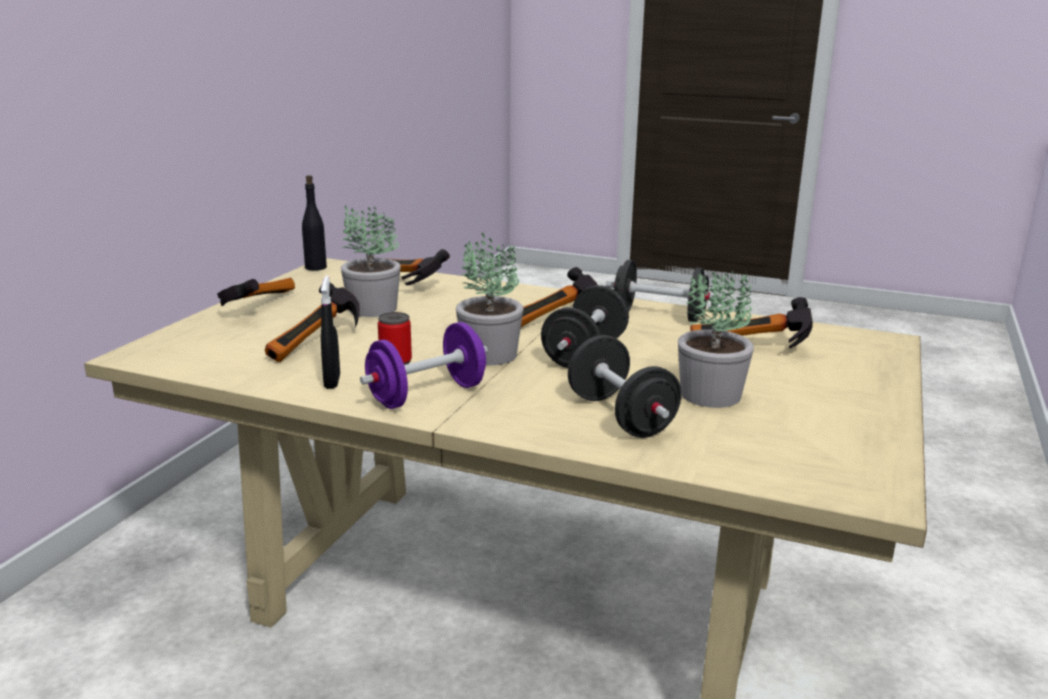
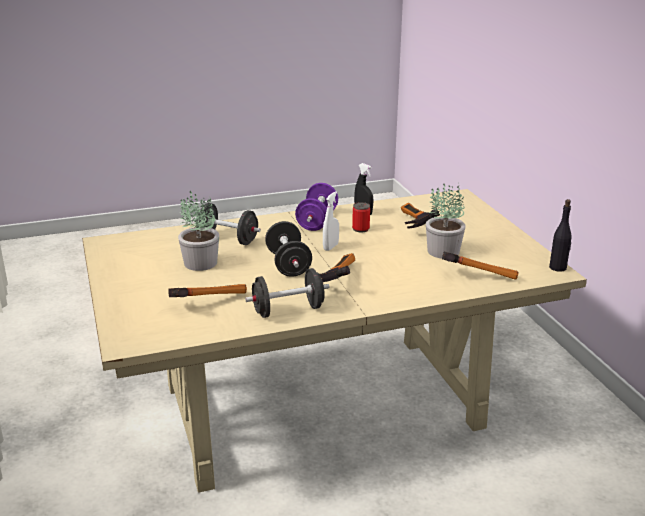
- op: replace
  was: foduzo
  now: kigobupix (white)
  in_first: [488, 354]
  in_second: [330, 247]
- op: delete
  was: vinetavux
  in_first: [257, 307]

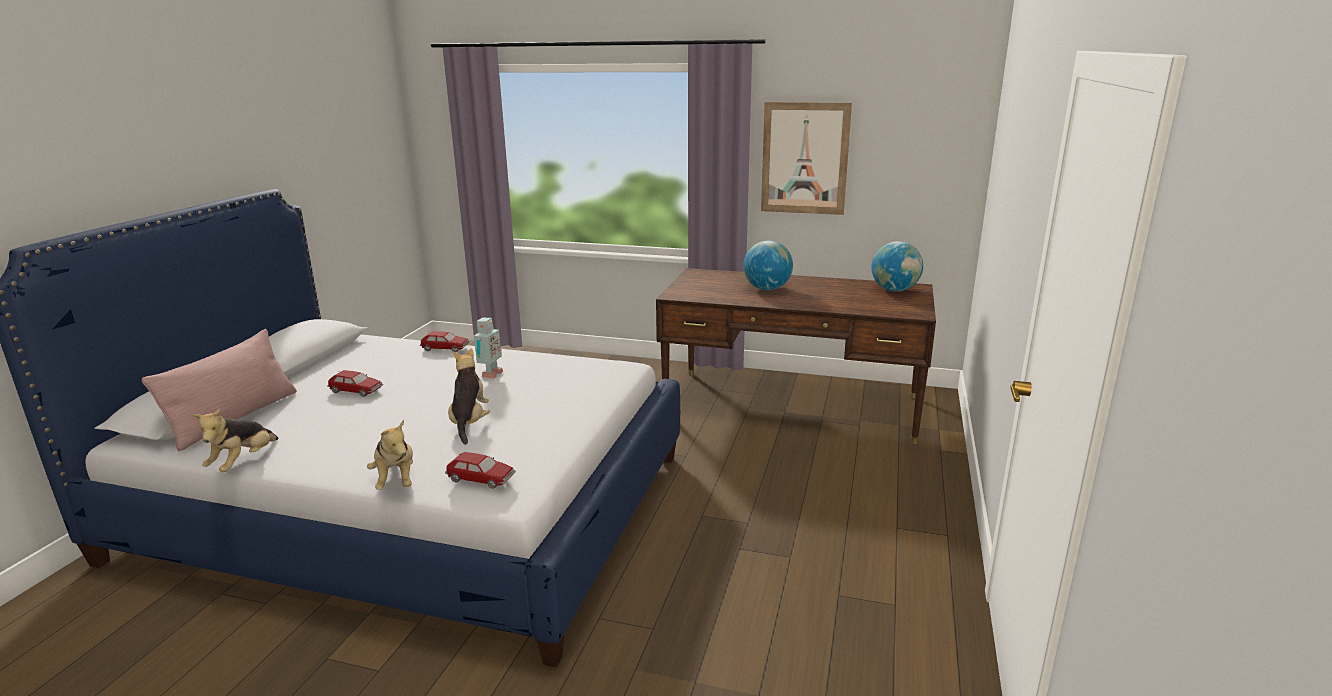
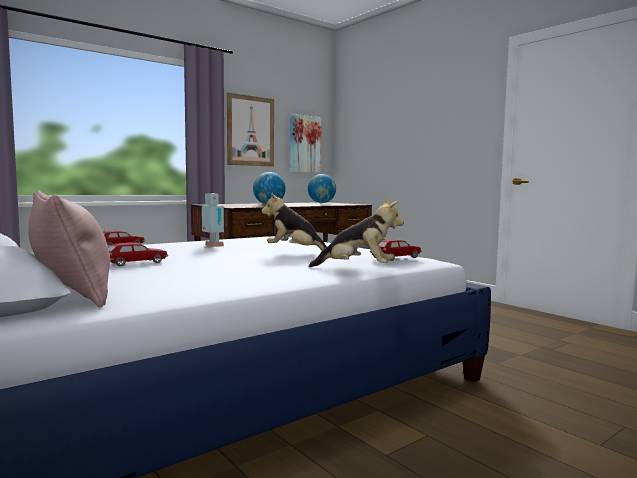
- op: insert
  now: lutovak
  in_second: [304, 144]
- op: delete
  was: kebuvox
  in_first: [243, 462]

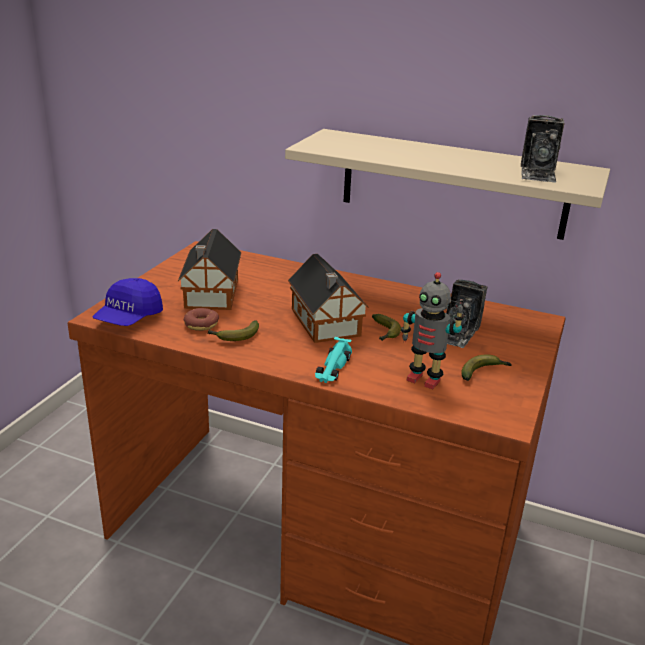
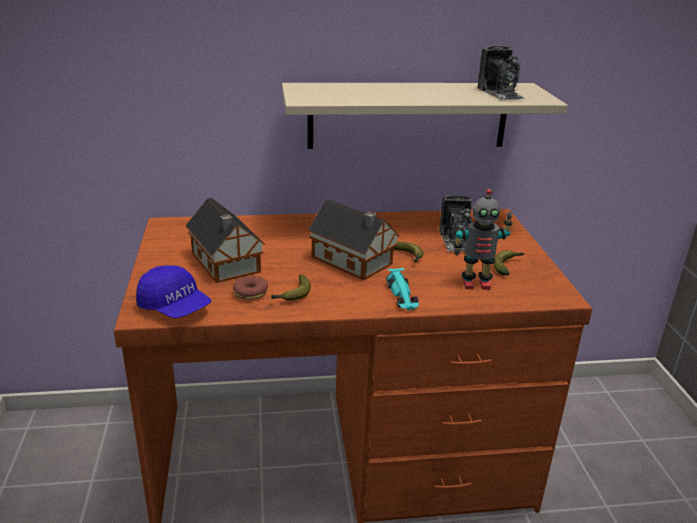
- op: rotate
  was: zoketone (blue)
  in_first: [129, 318]
  in_second: [175, 307]
  clockwise: -45

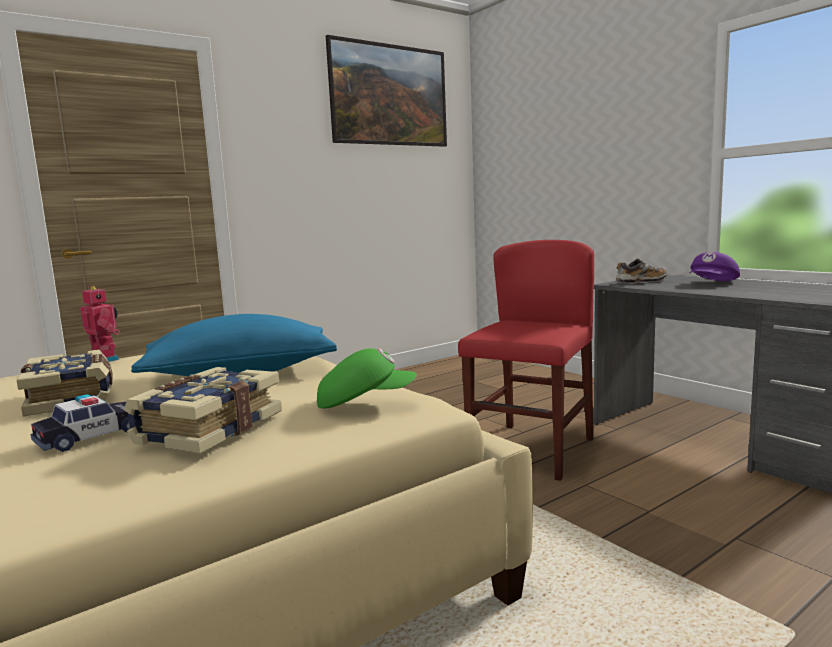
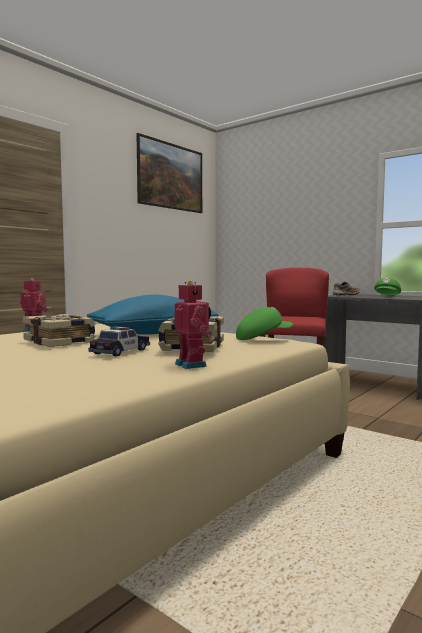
- op: insert
  now: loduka
  in_second: [192, 365]
- op: recolor
  was: zoketone (purple)
  now: zoketone (green)
  in_first: [713, 283]
  in_second: [387, 296]

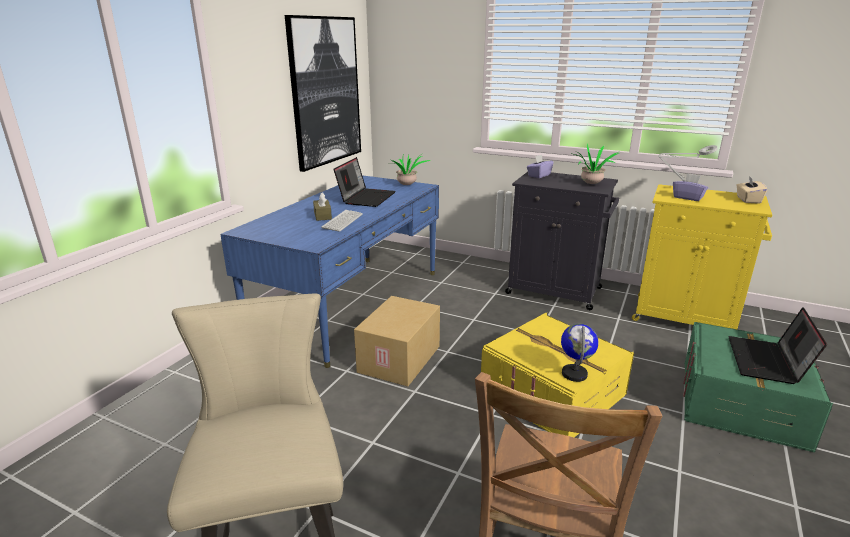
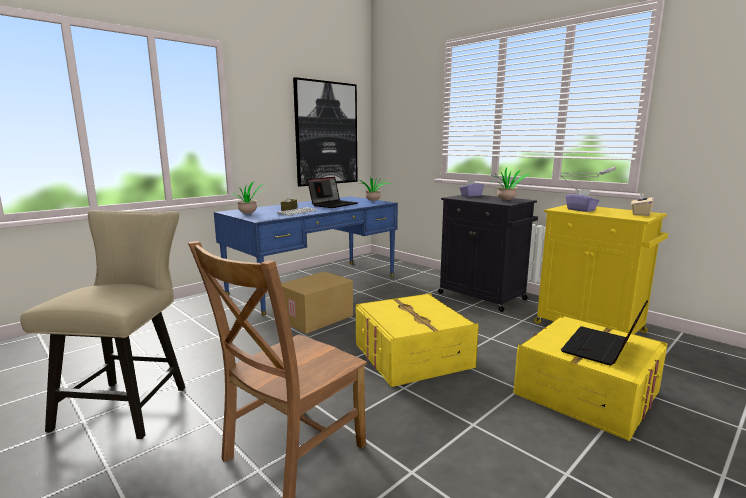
- op: insert
  now: foduzo
  in_second: [249, 214]
- op: recolor
  was: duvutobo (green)
  now: duvutobo (yellow)
  in_first: [741, 403]
  in_second: [586, 393]
- op: delete
  was: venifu
  in_first: [574, 374]

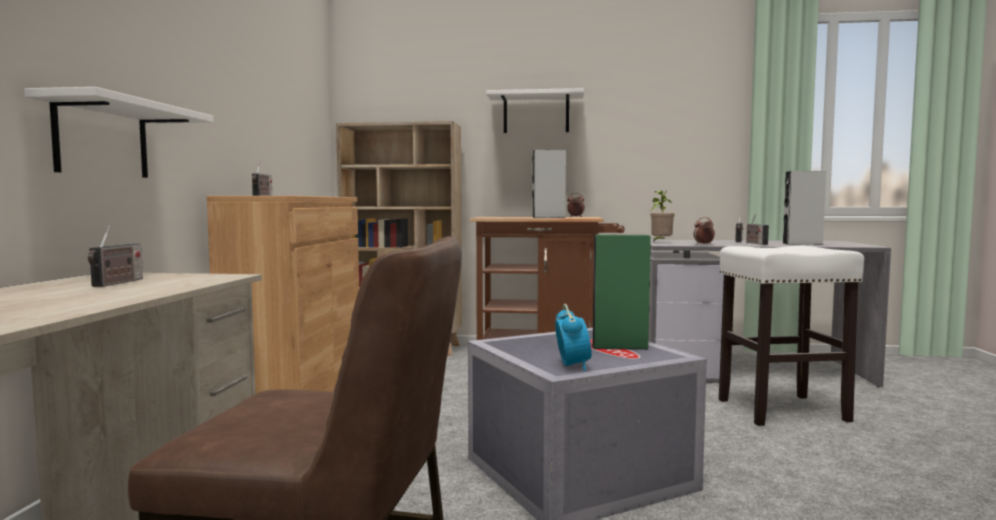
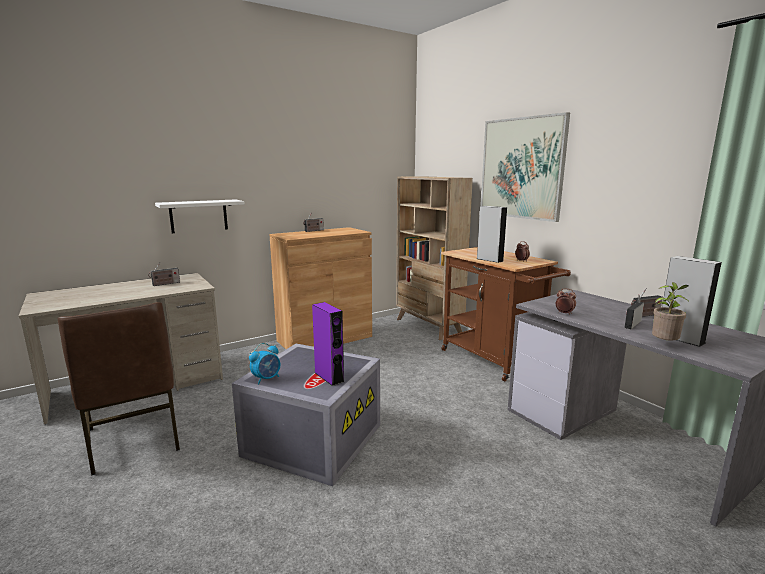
- op: recolor
  was: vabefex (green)
  now: vabefex (purple)
  in_first: [619, 346]
  in_second: [329, 377]
- op: replace
  was: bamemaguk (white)
  now: lutovak
  in_first: [536, 114]
  in_second: [521, 168]
- op: move
  was: foduzo
  in_first: [661, 243]
  in_second: [664, 345]
- op: delete
  was: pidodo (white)
  in_first: [780, 410]

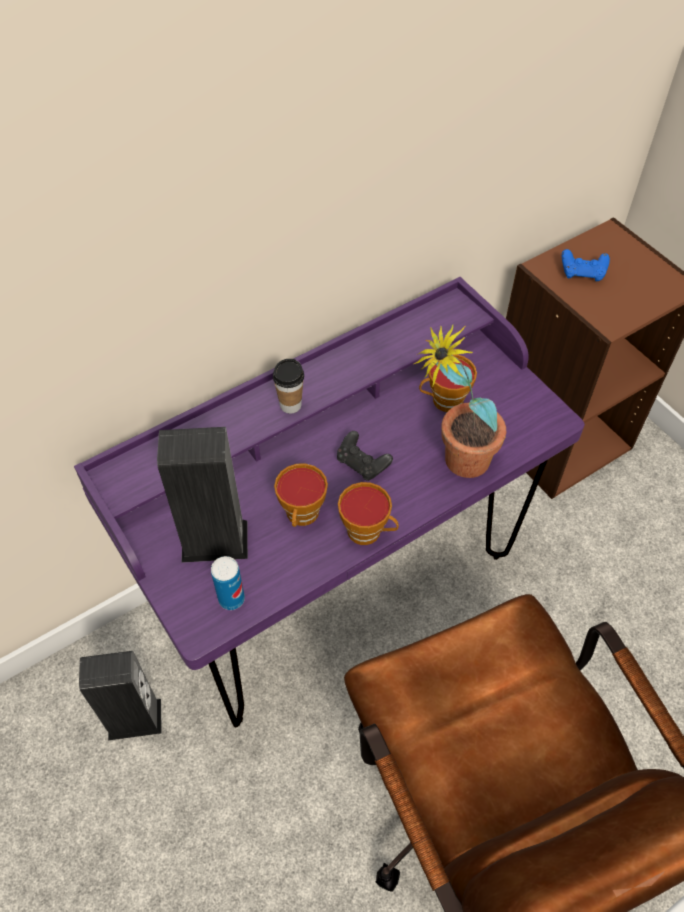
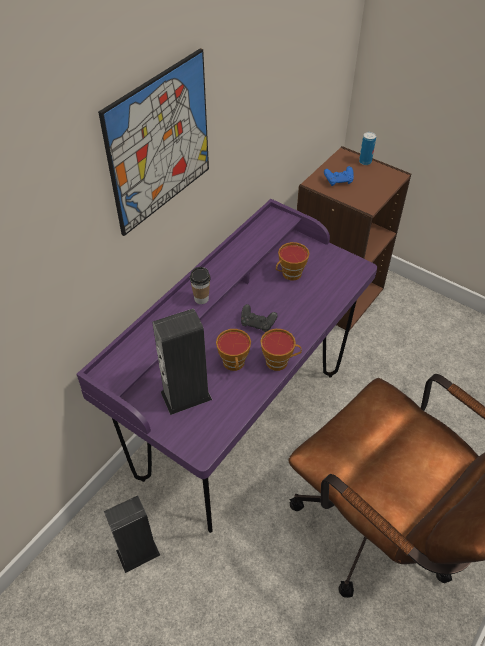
- op: insert
  now: lutovak
  in_second: [159, 143]
- op: move
  was: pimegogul
  in_first: [231, 599]
  in_second: [365, 162]
- op: delete
  was: foduzo
  in_first: [453, 463]

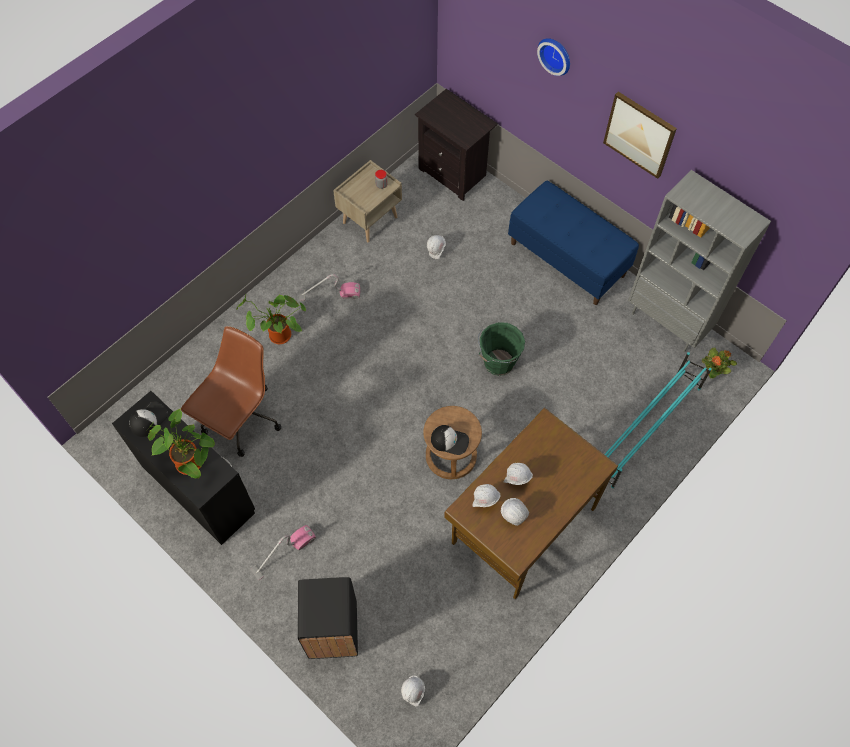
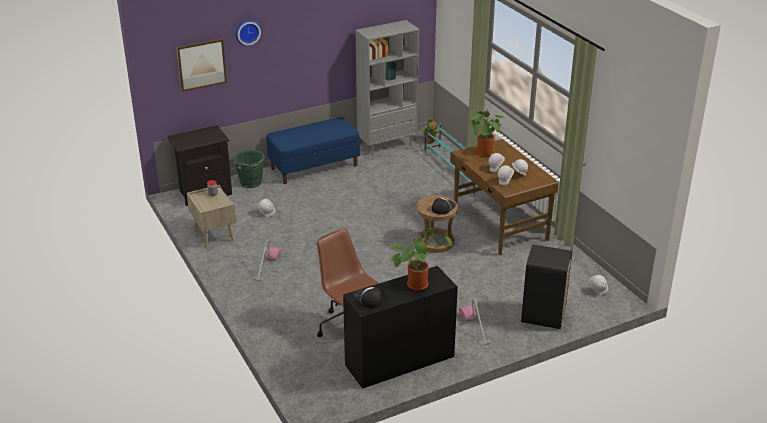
- op: move
  was: lutovak
  in_first: [639, 134]
  in_second: [201, 64]
- op: move
  was: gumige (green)
  in_first: [498, 363]
  in_second: [251, 183]
- op: move
  was: foduzo
  in_first: [278, 337]
  in_second: [486, 154]

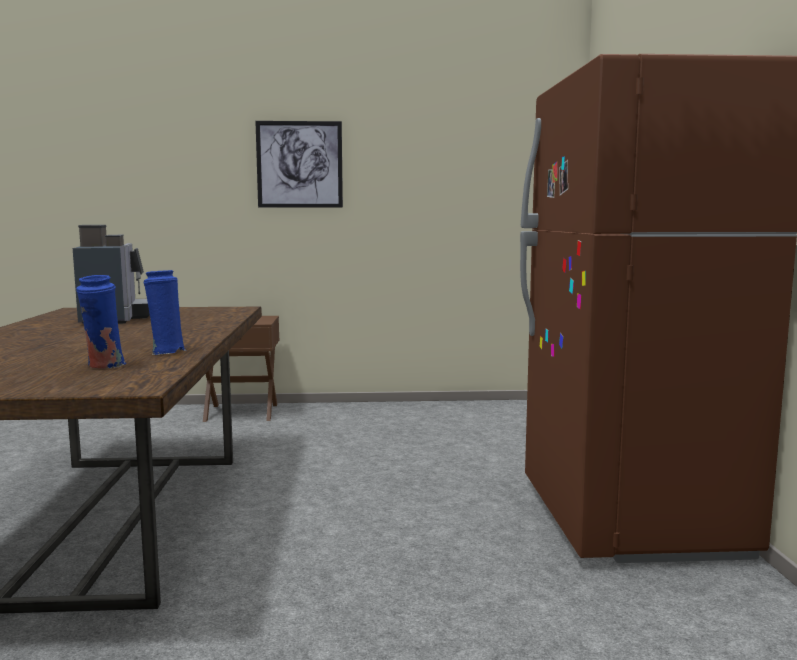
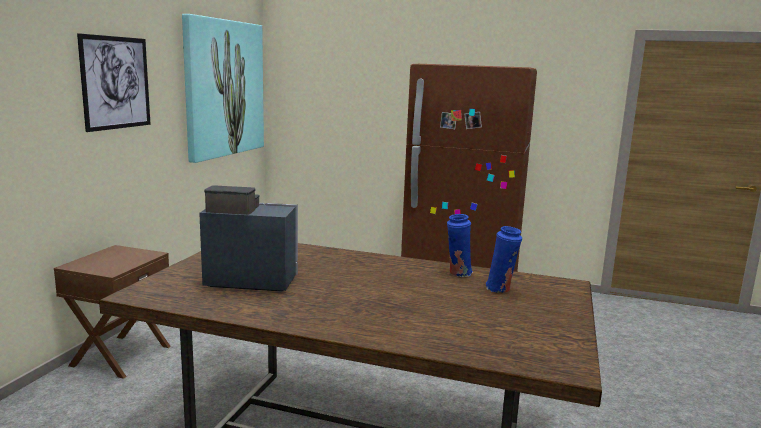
- op: insert
  now: lutovak
  in_second: [224, 88]

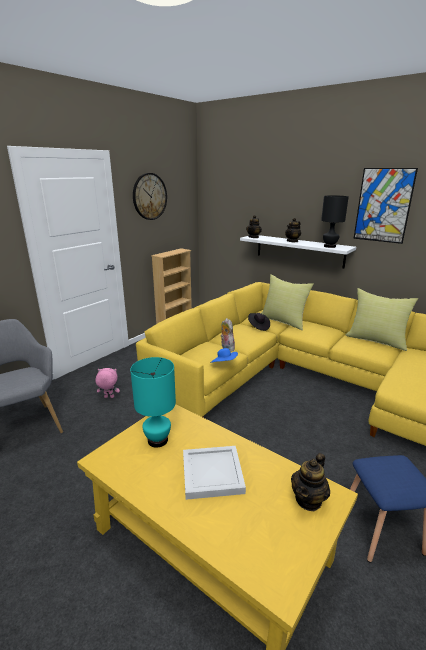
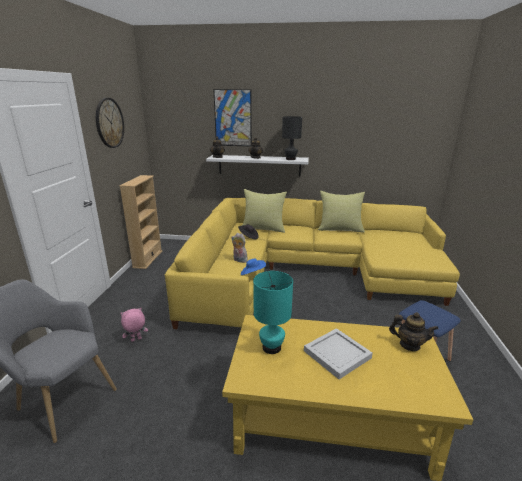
- op: move
  was: lutovak
  in_first: [383, 205]
  in_second: [233, 118]
- op: rotate
  was: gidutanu
  in_first: [308, 500]
  in_second: [409, 345]
  clockwise: -75

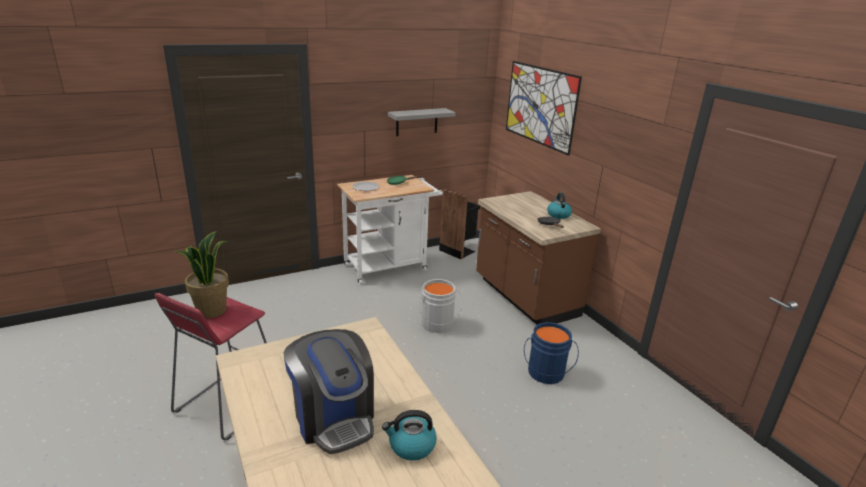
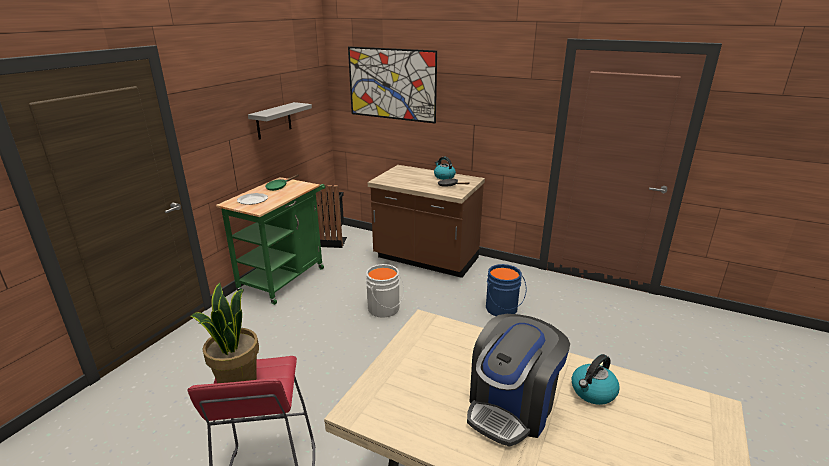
- op: recolor
  was: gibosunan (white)
  now: gibosunan (green)
  in_first: [390, 267]
  in_second: [286, 277]
- op: rotate
  was: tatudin
  in_first: [333, 417]
  in_second: [511, 407]
  clockwise: 105

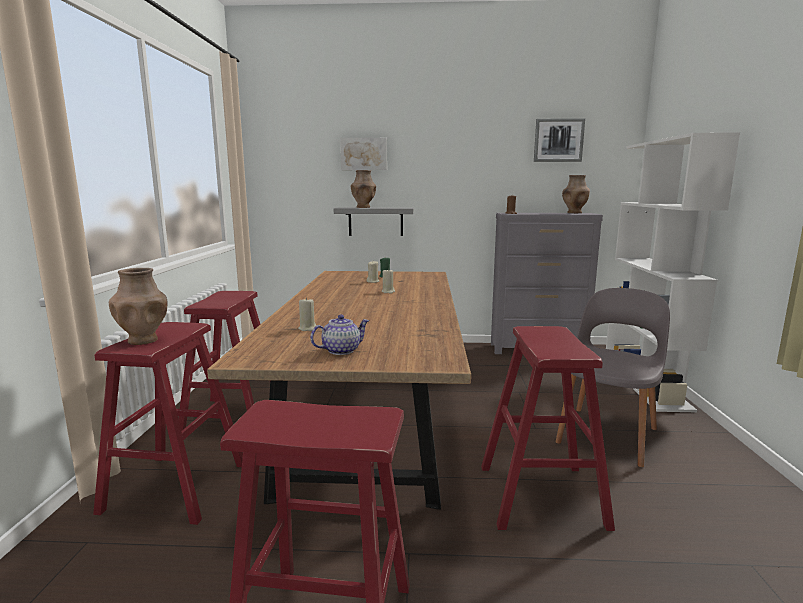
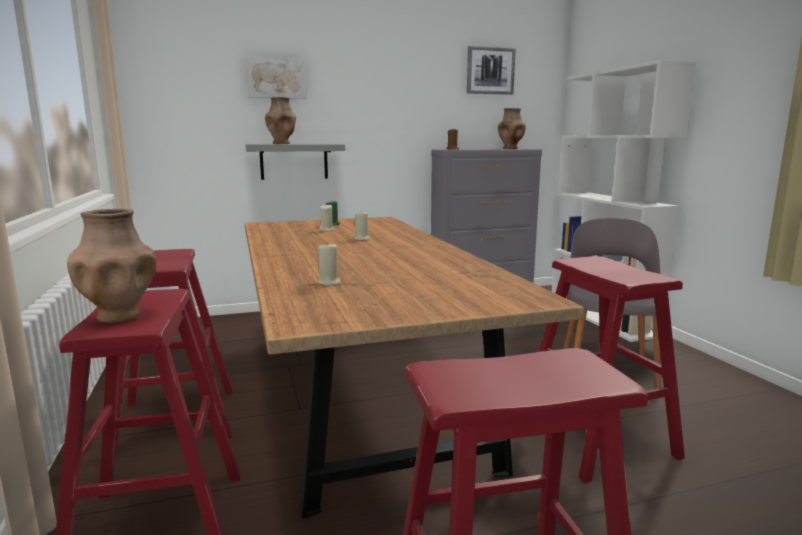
- op: delete
  was: gidutanu
  in_first: [341, 350]

